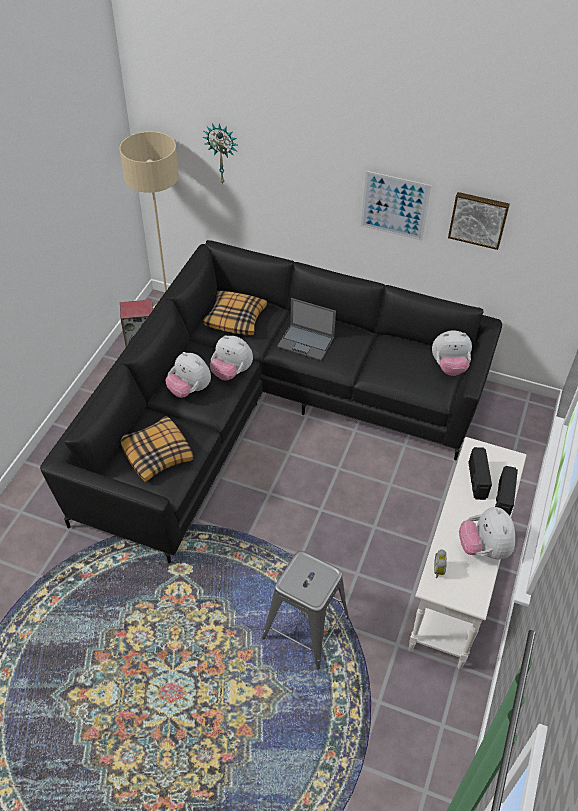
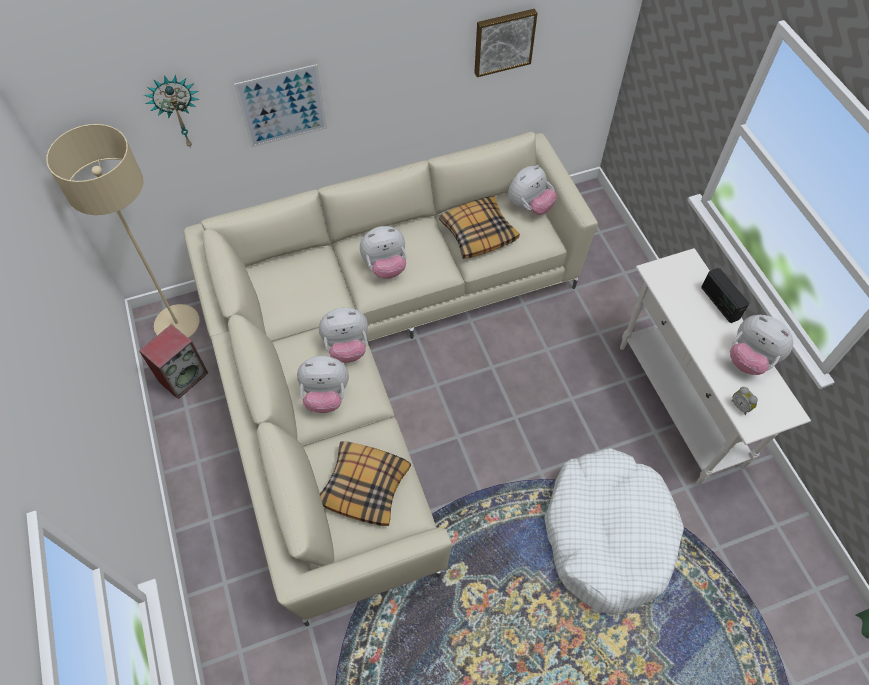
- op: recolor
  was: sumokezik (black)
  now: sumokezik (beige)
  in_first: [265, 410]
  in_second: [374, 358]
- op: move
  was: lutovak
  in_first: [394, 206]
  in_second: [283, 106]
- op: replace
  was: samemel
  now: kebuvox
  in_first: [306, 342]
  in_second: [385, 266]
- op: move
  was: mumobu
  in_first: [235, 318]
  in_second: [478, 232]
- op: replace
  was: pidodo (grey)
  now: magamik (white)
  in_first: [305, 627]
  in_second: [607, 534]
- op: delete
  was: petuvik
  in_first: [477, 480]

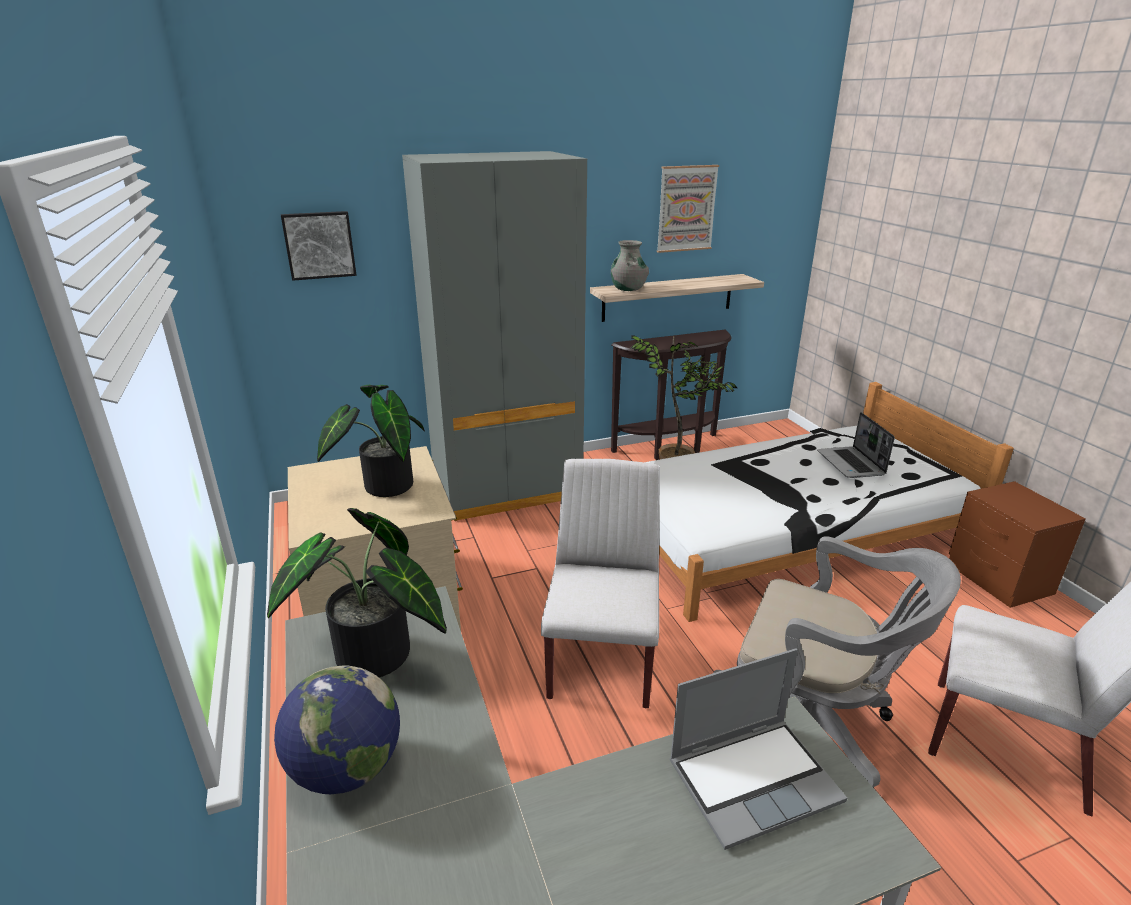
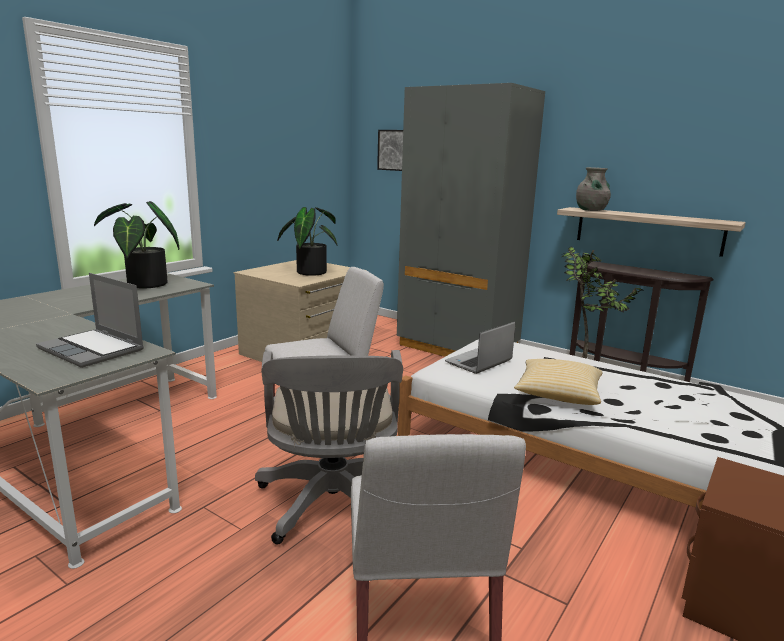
- op: move
  was: samemel
  in_first: [851, 464]
  in_second: [479, 362]
- op: insert
  now: mumobu
  in_second: [558, 395]
- op: delete
  was: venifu
  in_first: [347, 769]
- op: delete
  was: lutovak
  in_first: [686, 208]

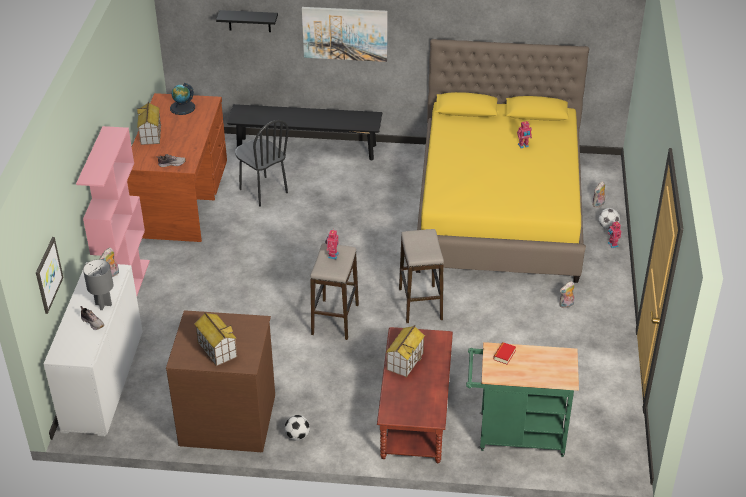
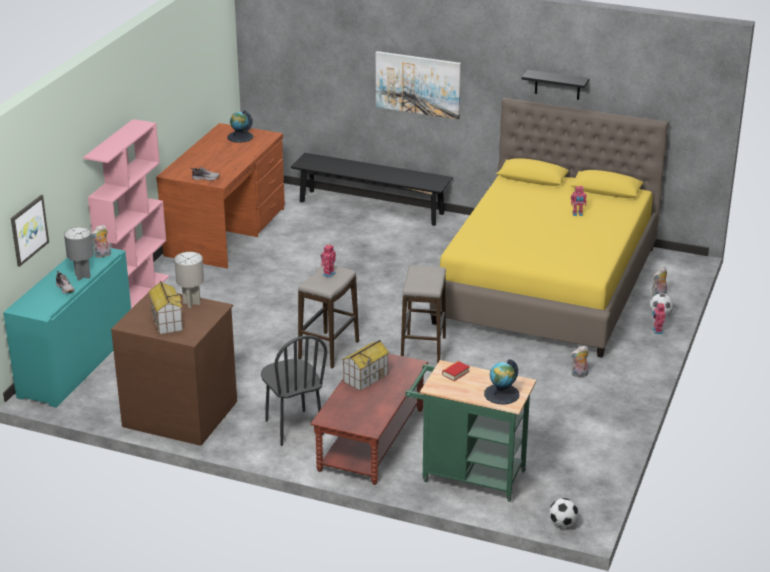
- op: recolor
  was: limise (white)
  now: limise (turquoise)
  in_first: [103, 381]
  in_second: [77, 364]
- op: insert
  now: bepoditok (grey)
  in_second: [191, 303]
- op: move
  was: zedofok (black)
  in_first: [263, 191]
  in_second: [293, 427]
- op: insert
  now: venifu
  in_second: [501, 394]
- op: move
  was: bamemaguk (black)
  in_first: [249, 21]
  in_second: [557, 85]
- op: move
  was: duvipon
  in_first: [297, 436]
  in_second: [562, 523]
- op: delete
  was: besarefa
  in_first: [151, 135]

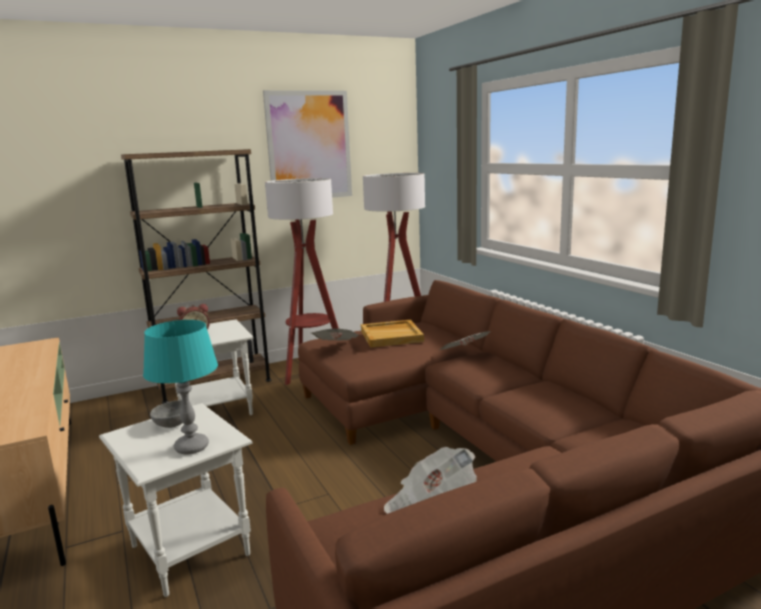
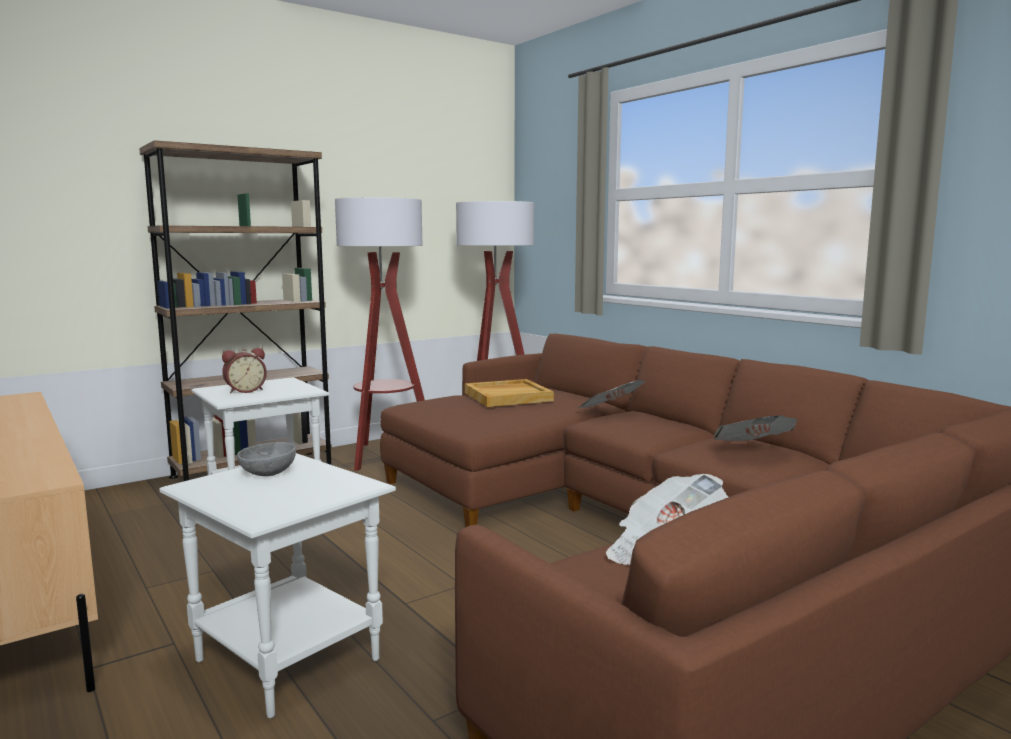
- op: move
  was: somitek
  in_first: [336, 347]
  in_second: [752, 451]
- op: delete
  was: bepoditok (turquoise)
  in_first: [192, 447]
- op: delete
  was: lutovak
  in_first: [309, 146]

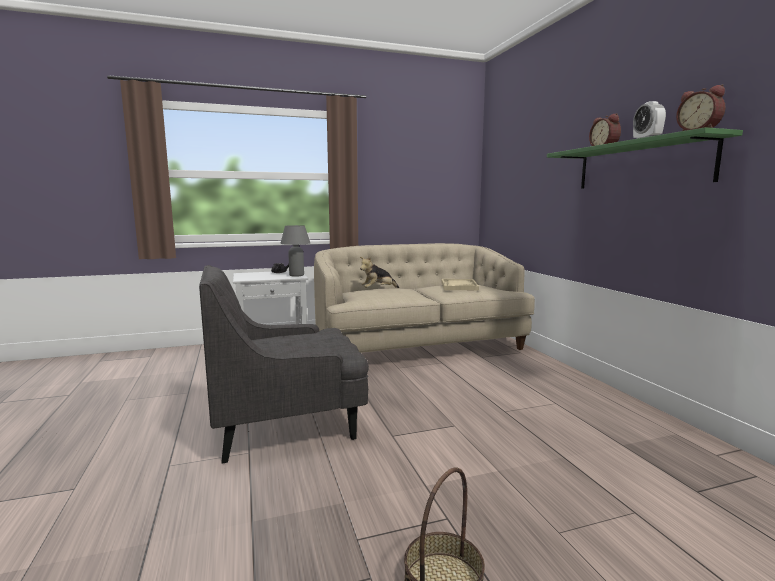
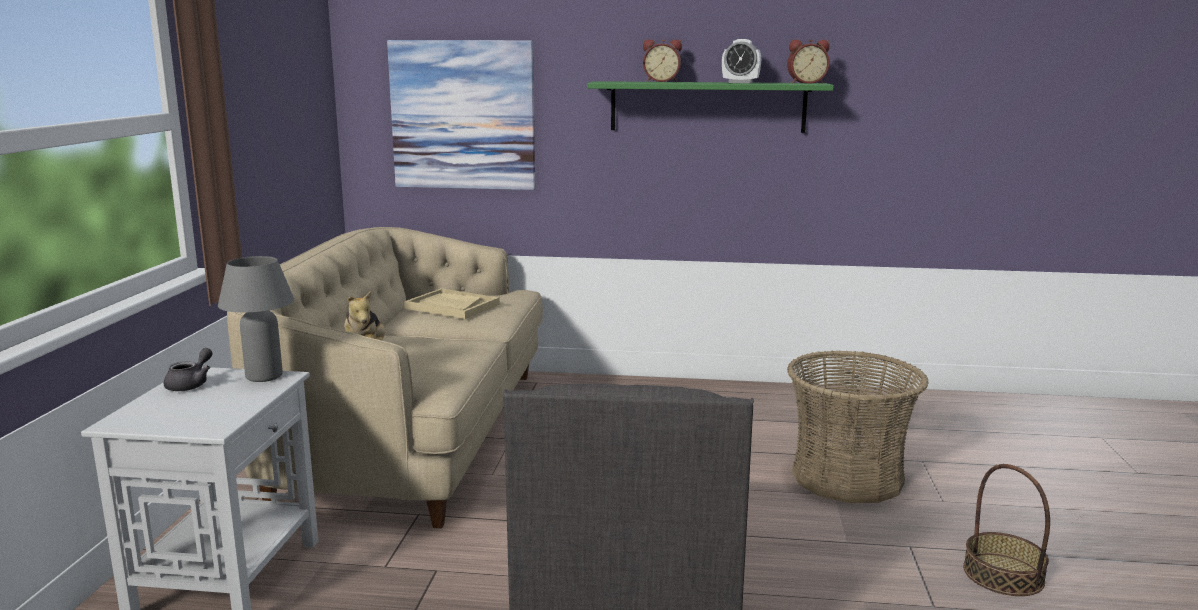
- op: insert
  now: lutovak
  in_second: [463, 115]
- op: insert
  now: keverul
  in_second: [847, 477]

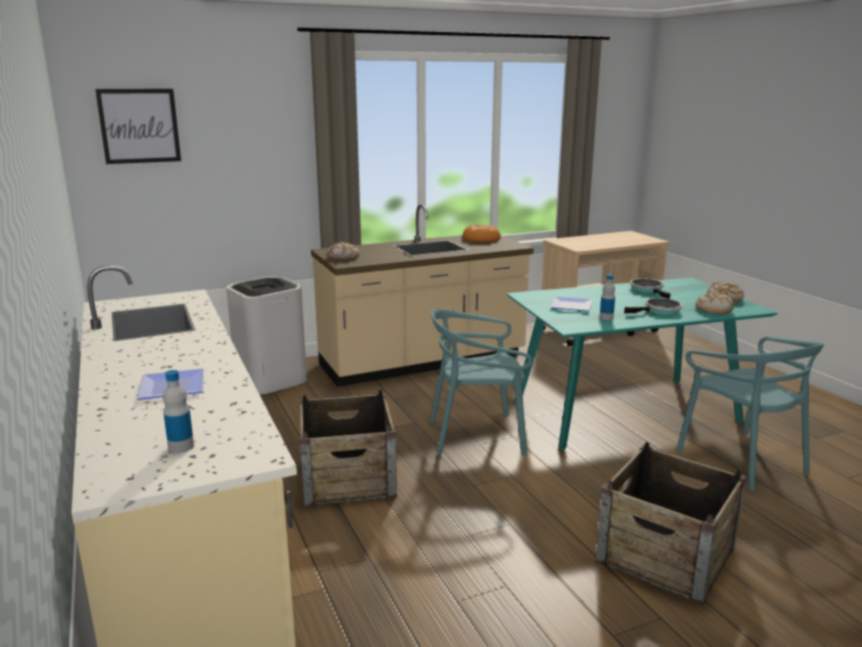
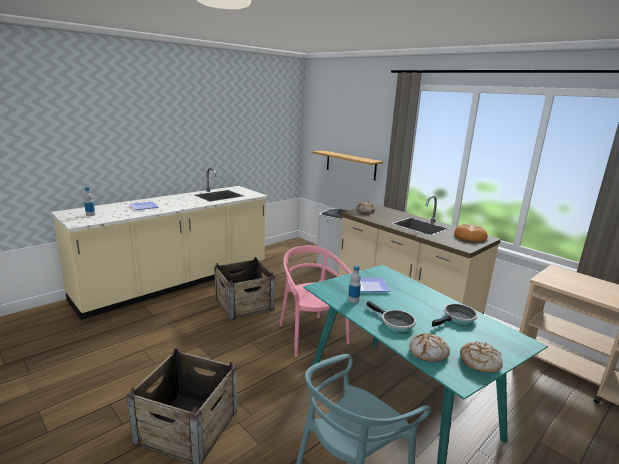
- op: recolor
  was: zedofok (turquoise)
  now: zedofok (pink)
  in_first: [477, 435]
  in_second: [311, 335]
- op: insert
  now: bamemaguk
  in_second: [350, 165]
- op: delete
  was: lutovak
  in_first: [139, 126]

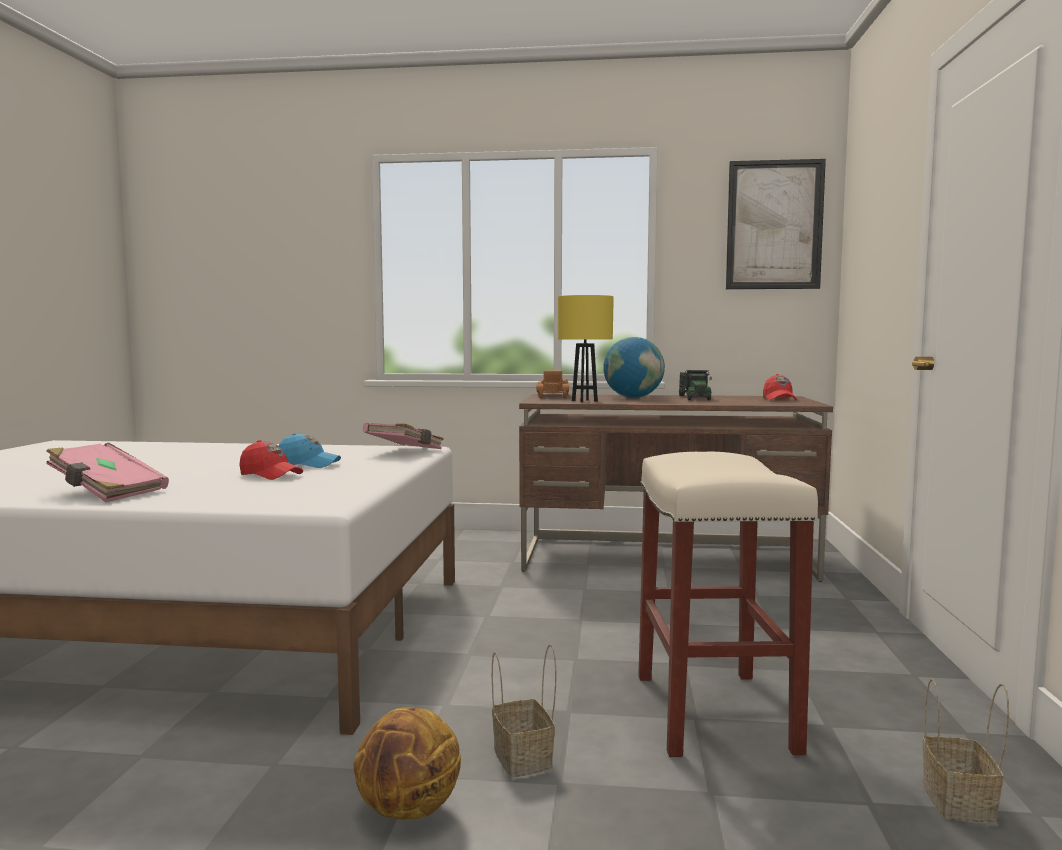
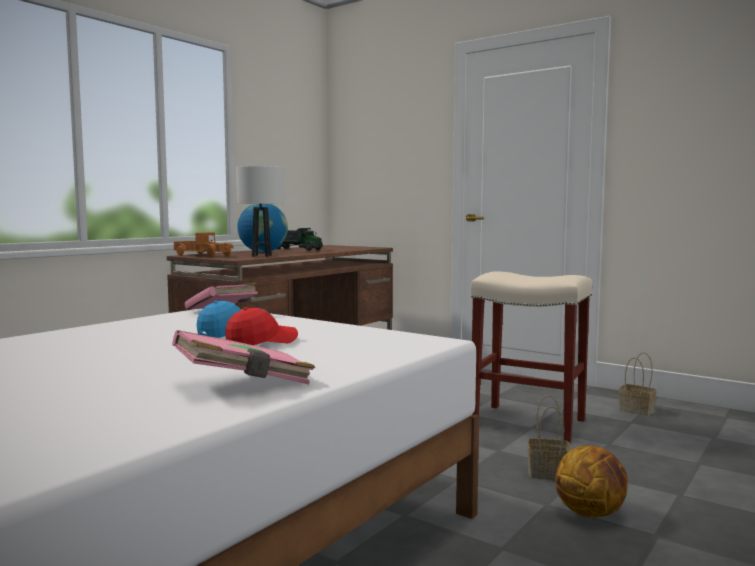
- op: recolor
  was: bepoditok (yellow)
  now: bepoditok (white)
  in_first: [584, 401]
  in_second: [262, 256]
- op: delete
  was: lutovak
  in_first: [774, 225]
- op: delete
  was: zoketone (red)
  in_first: [779, 399]

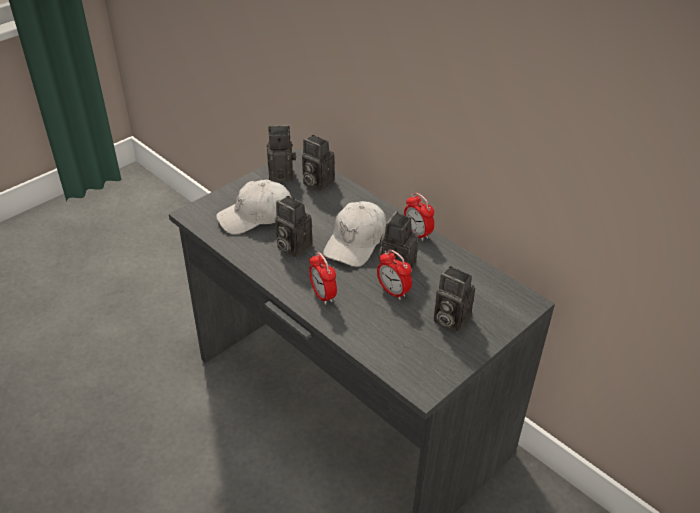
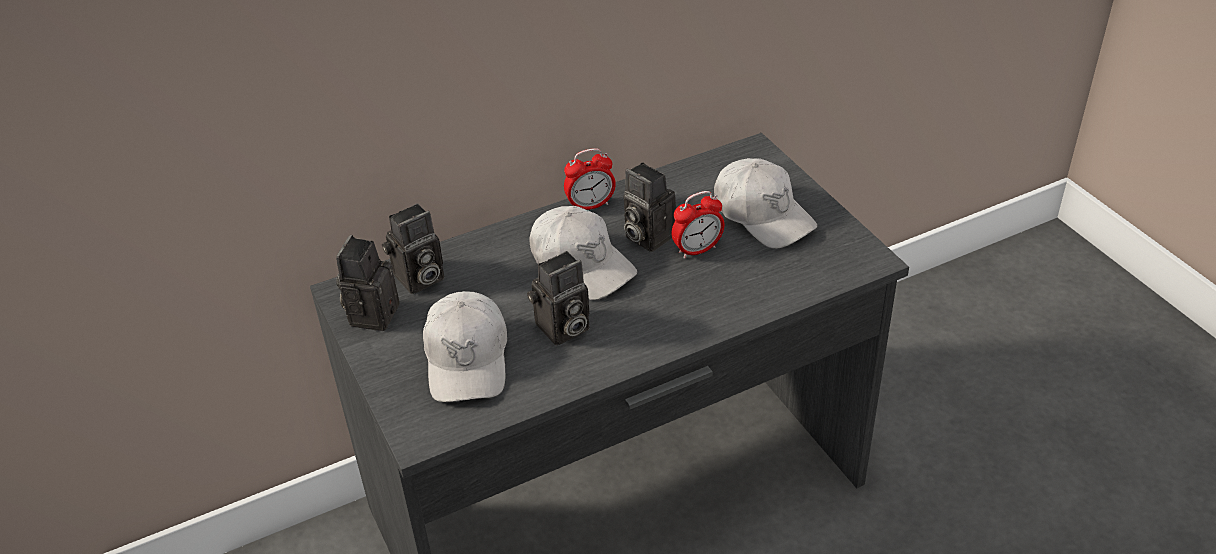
- op: replace
  was: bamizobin
  now: zoketone (white)
  in_first: [449, 319]
  in_second: [763, 215]
- op: delete
  was: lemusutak
  in_first: [323, 295]

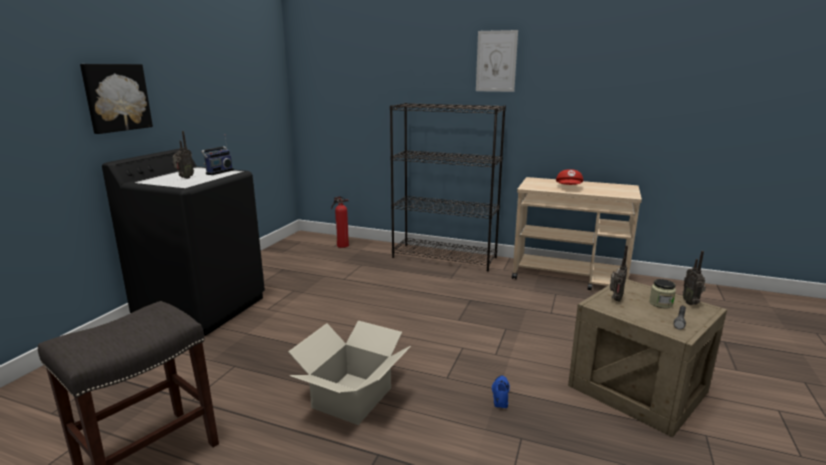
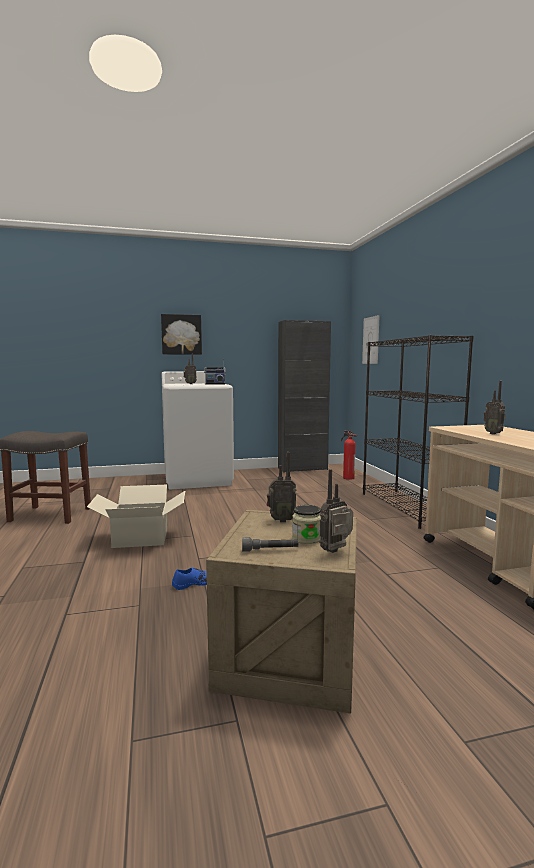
- op: recolor
  was: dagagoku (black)
  now: dagagoku (white)
  in_first: [202, 307]
  in_second: [198, 479]
- op: insert
  now: limise (black)
  in_second: [302, 469]
- op: move
  was: lutovak
  in_first: [496, 61]
  in_second: [370, 340]
- op: replace
  was: zoketone (red)
  now: petuvik
  in_first: [569, 188]
  in_second: [494, 433]

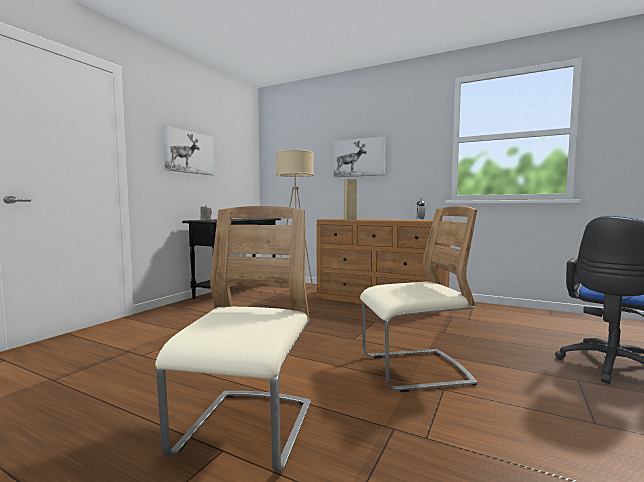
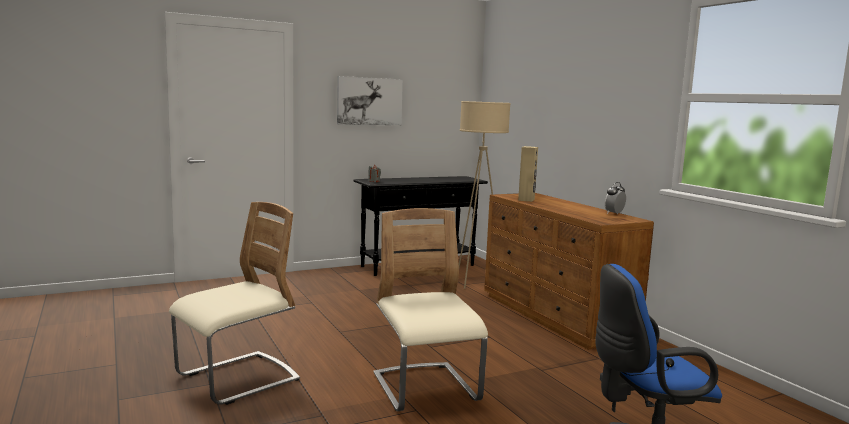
- op: rotate
  was: zedofok (beige)
  in_first: [415, 370]
  in_second: [425, 389]
  clockwise: -135
- op: delete
  was: lutovak
  in_first: [359, 157]

